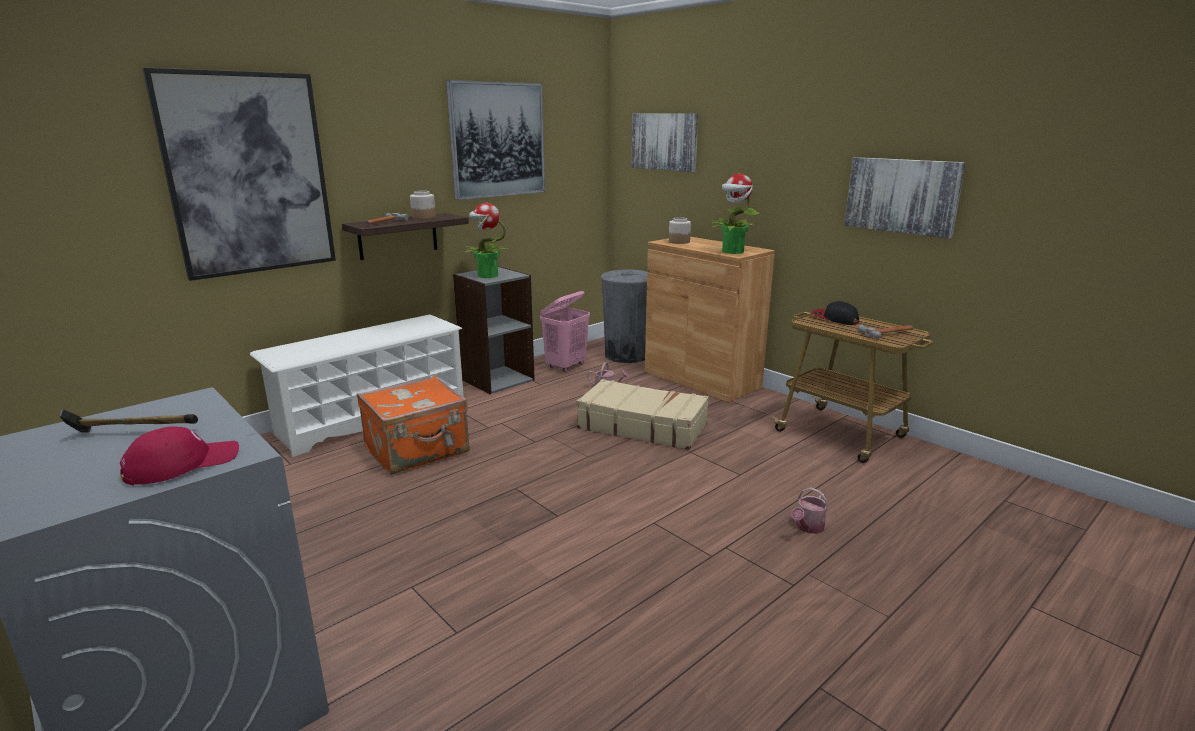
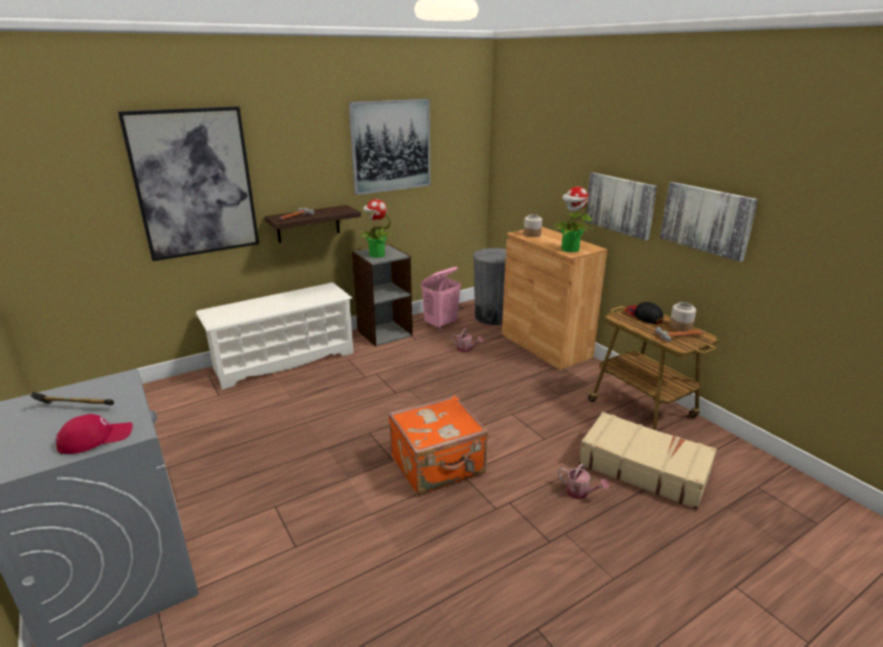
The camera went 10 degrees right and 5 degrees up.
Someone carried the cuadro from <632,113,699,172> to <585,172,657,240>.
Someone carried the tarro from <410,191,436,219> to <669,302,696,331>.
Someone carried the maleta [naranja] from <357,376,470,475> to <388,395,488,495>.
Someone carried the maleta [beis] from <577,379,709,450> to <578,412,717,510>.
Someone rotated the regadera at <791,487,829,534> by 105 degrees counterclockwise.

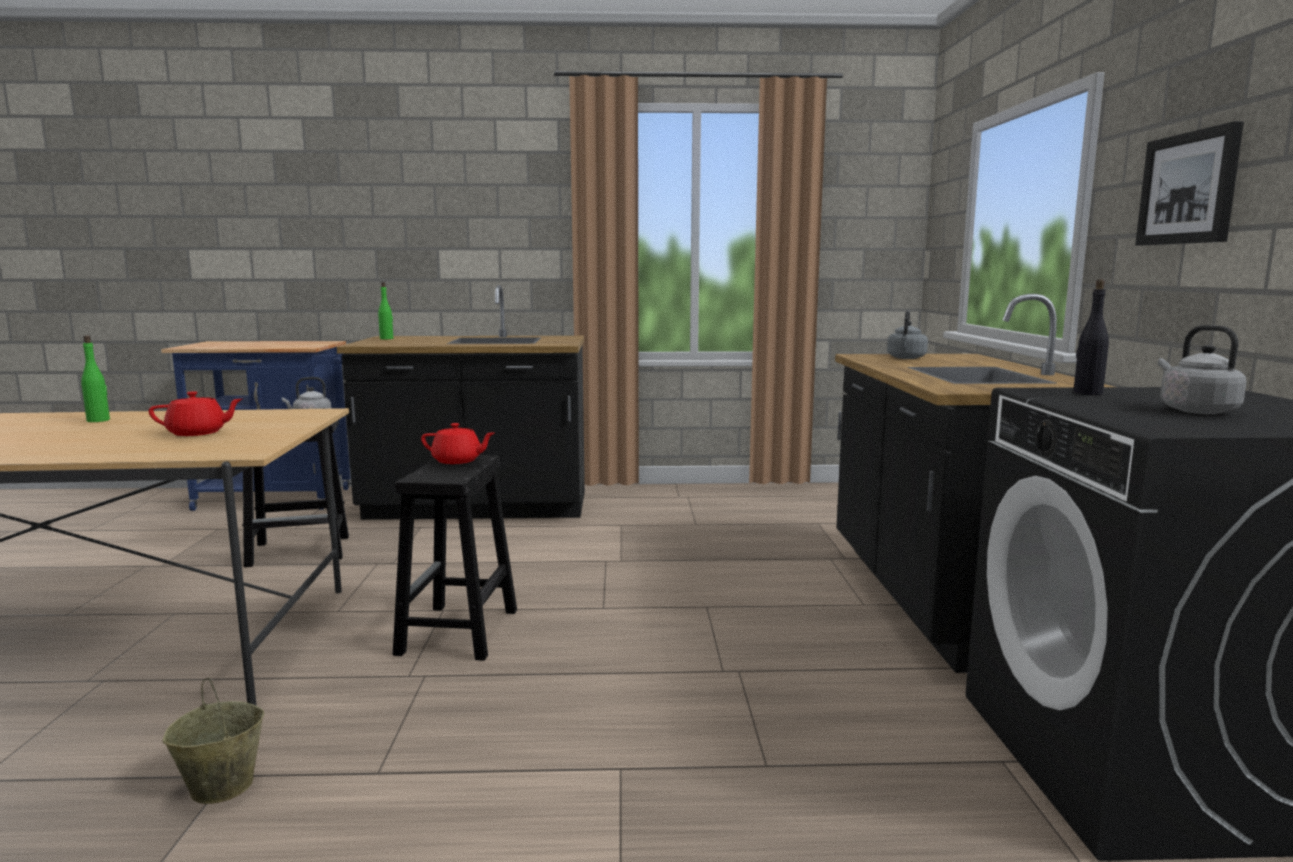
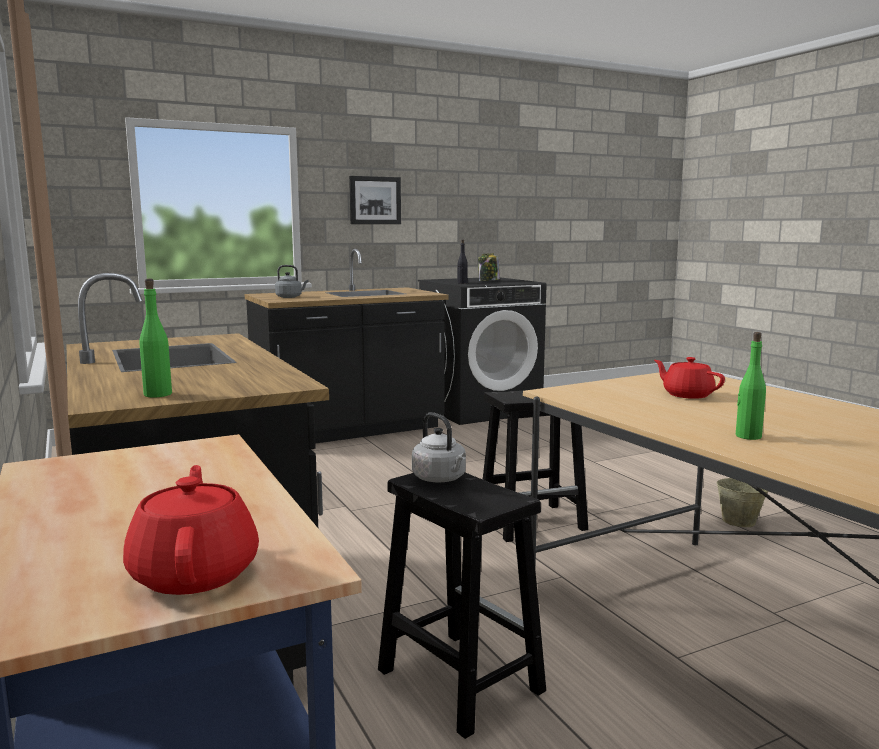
The camera went 115 degrees left and 0 degrees up.
Someone swapped the hervidor [gris] at <1158,325,1247,414> for the tarro at <478,253,500,281>.
Someone carried the tetera [rojo] from <421,423,495,464> to <123,465,259,595>.

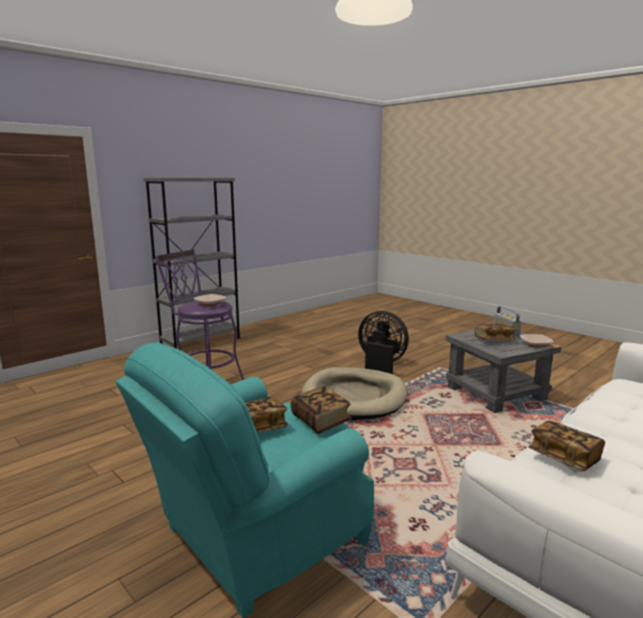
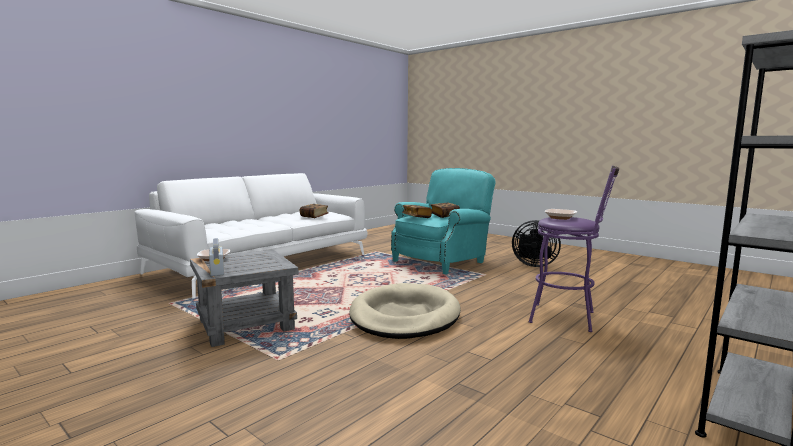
The camera went 175 degrees right and 5 degrees down.
Someone carried the ventilador [negro] from <358,311,409,374> to <512,220,561,267>.
Someone took away the libro at <475,324,516,340>.

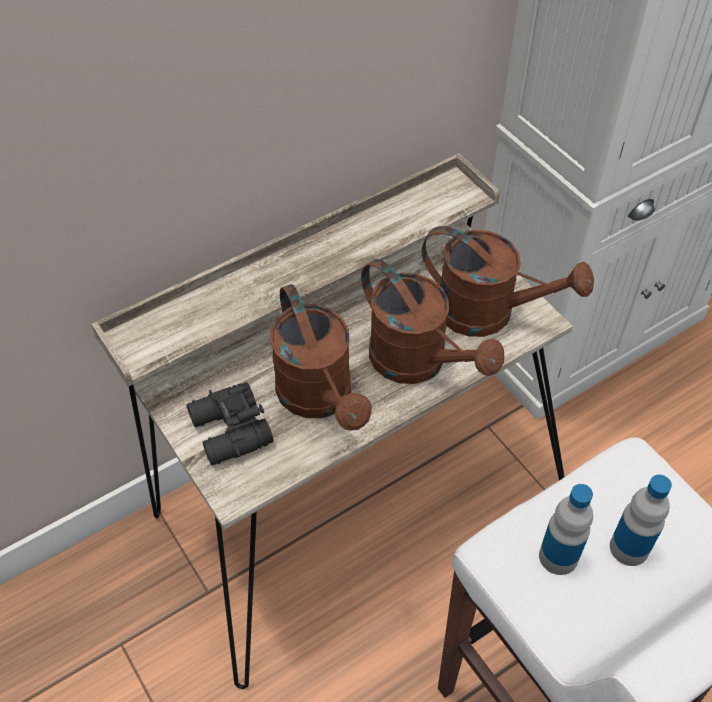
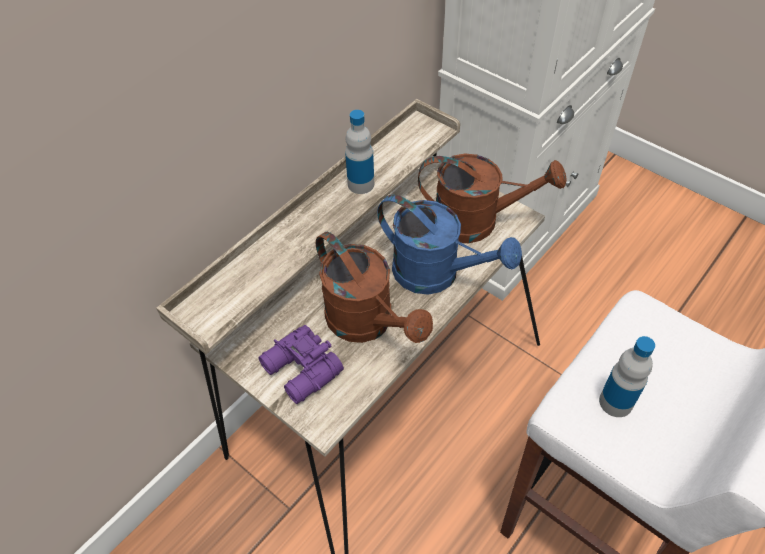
The camera went 15 degrees left and 0 degrees up.
Someone repainted the regadera [marrón] at <361,259,504,384>, which became the regadera [azul] at <377,195,522,295>.
Someone repainted the prismáticos [negro] at <186,382,274,466>, which became the prismáticos [morado] at <258,325,344,404>.
Someone carried the botella from <610,475,672,566> to <345,110,374,194>.

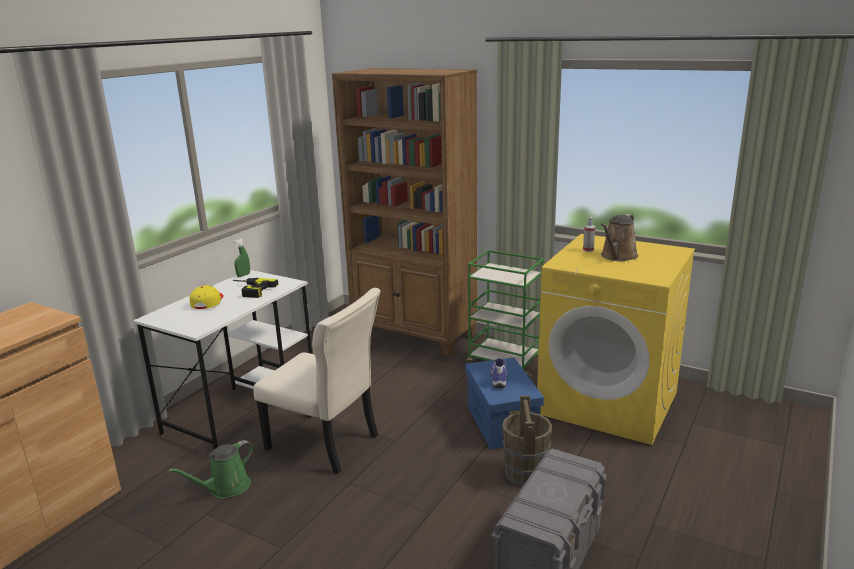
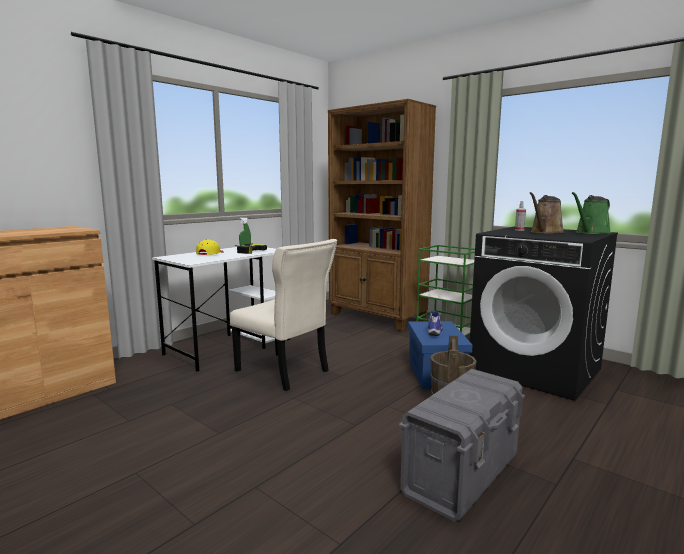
The camera went 10 degrees right and 10 degrees down.
Someone repainted the lavadora [amarillo] at <537,234,695,445>, which became the lavadora [negro] at <469,226,618,401>.
Someone carried the regadera [verde] from <169,440,253,498> to <572,192,611,234>.

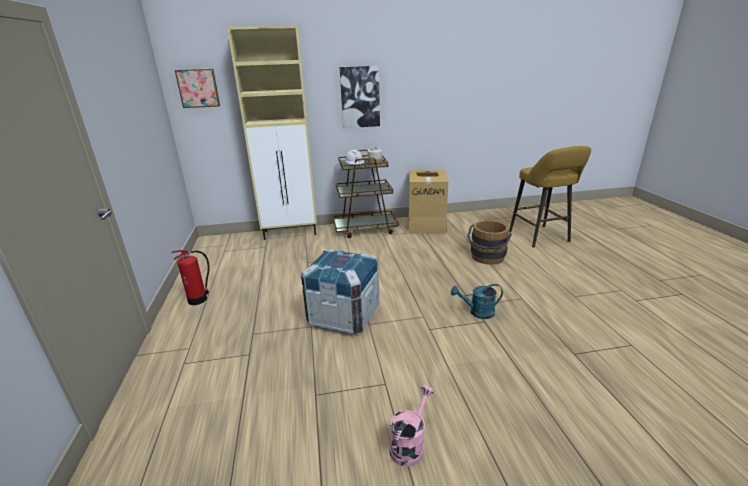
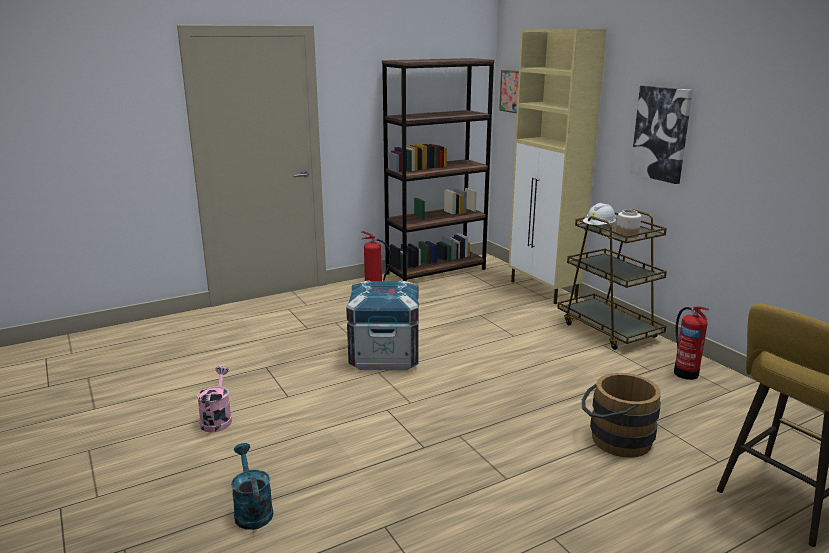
The camera went 70 degrees right and 5 degrees down.
Someone swapped the caja de cartón at <408,170,448,234> for the extintor at <674,307,709,380>.
Someone carried the regadera [turquesa] from <451,284,503,319> to <231,443,273,530>.
Someone rotated the regadera [rosa] at <389,385,434,467> by 105 degrees counterclockwise.
Someone put down the estantería [marrón] at <382,58,495,281>.

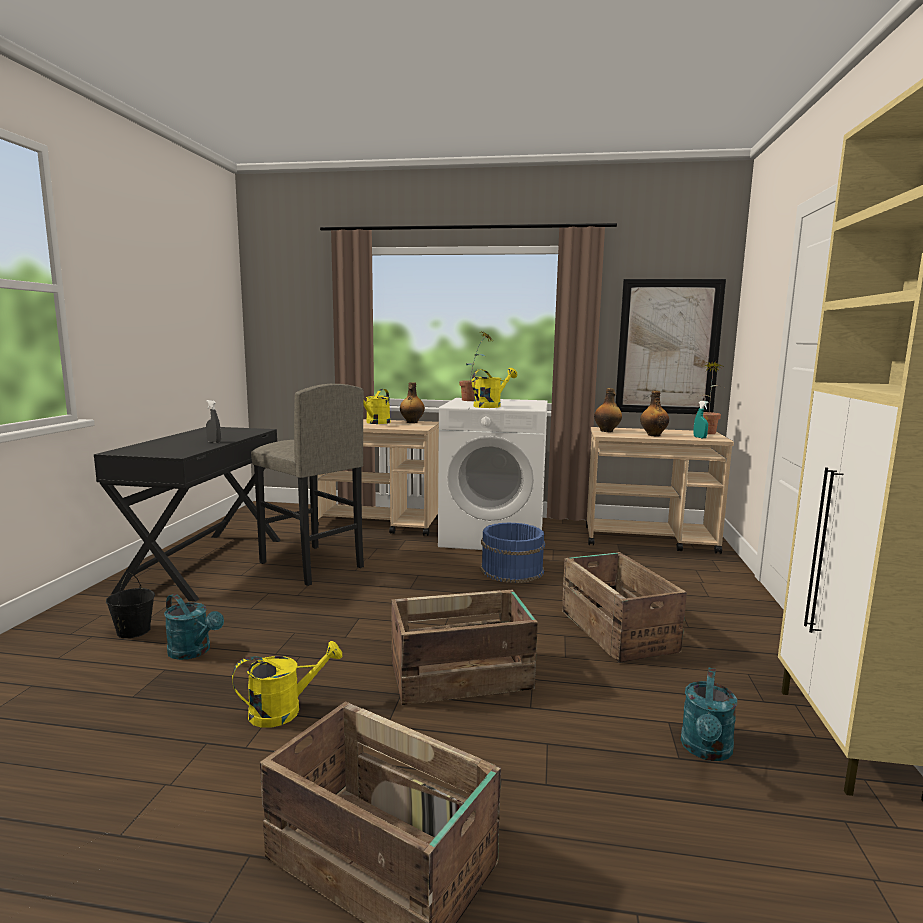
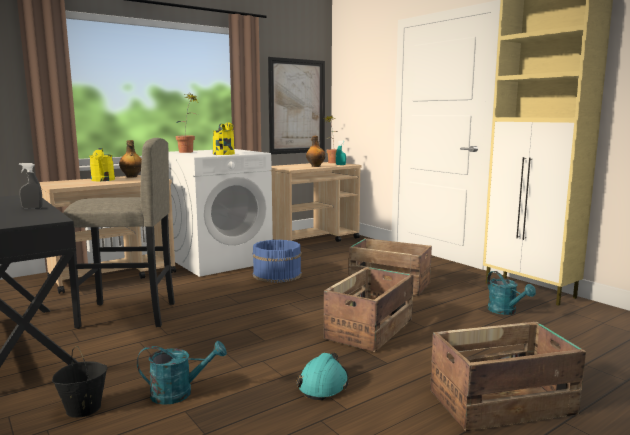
The camera went 45 degrees left and 0 degrees up.
Someone took away the botella at <594,388,622,432>.
Someone swapped the regadera [amarillo] at <232,641,342,728> for the casco [turquesa] at <296,352,349,400>.

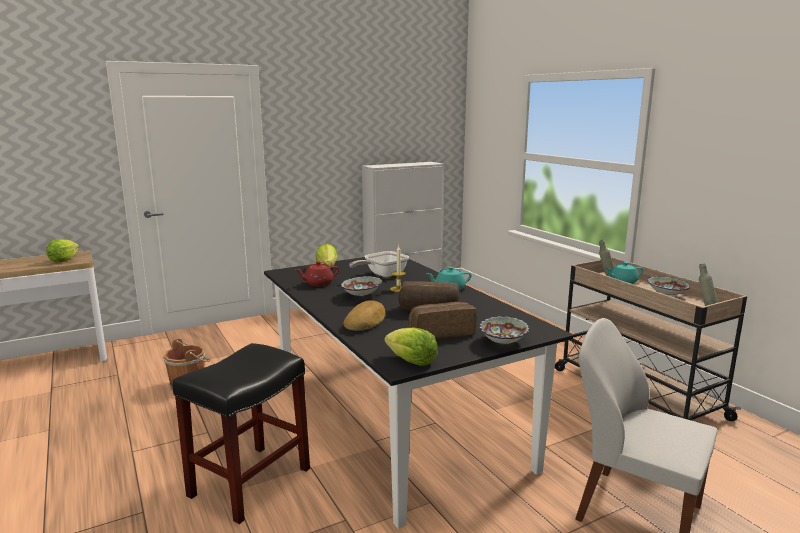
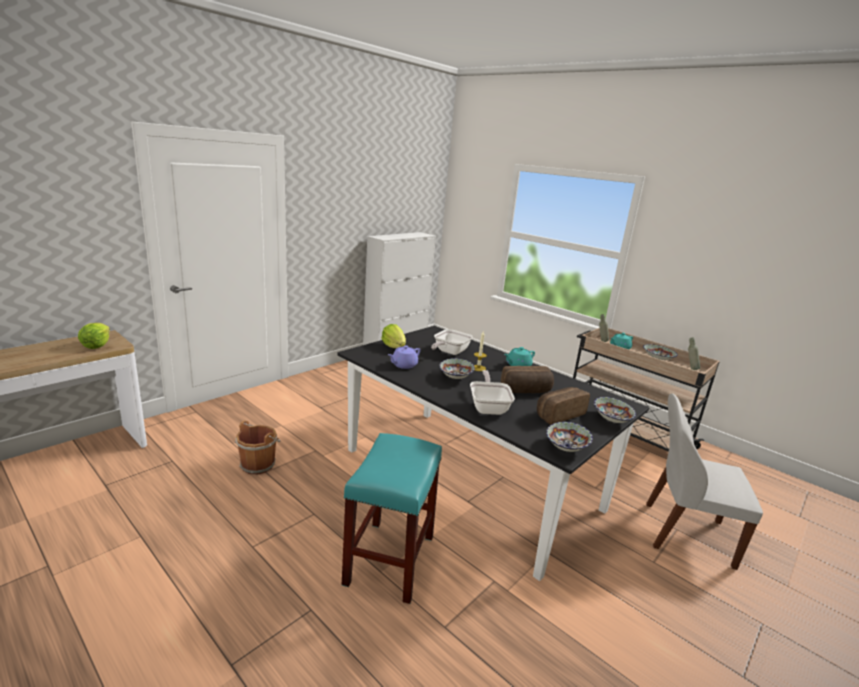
The camera went 20 degrees left and 5 degrees up.
Someone repainted the tetera [rojo] at <294,261,339,286>, which became the tetera [morado] at <388,345,420,369>.
Someone swapped the pan at <343,300,385,331> for the sartén at <470,370,515,415>.
Someone swapped the lechuga at <385,328,438,366> for the cuenco at <546,422,593,452>.
Someone repainted the taburete [negro] at <173,343,310,524>, which became the taburete [turquesa] at <342,433,442,604>.

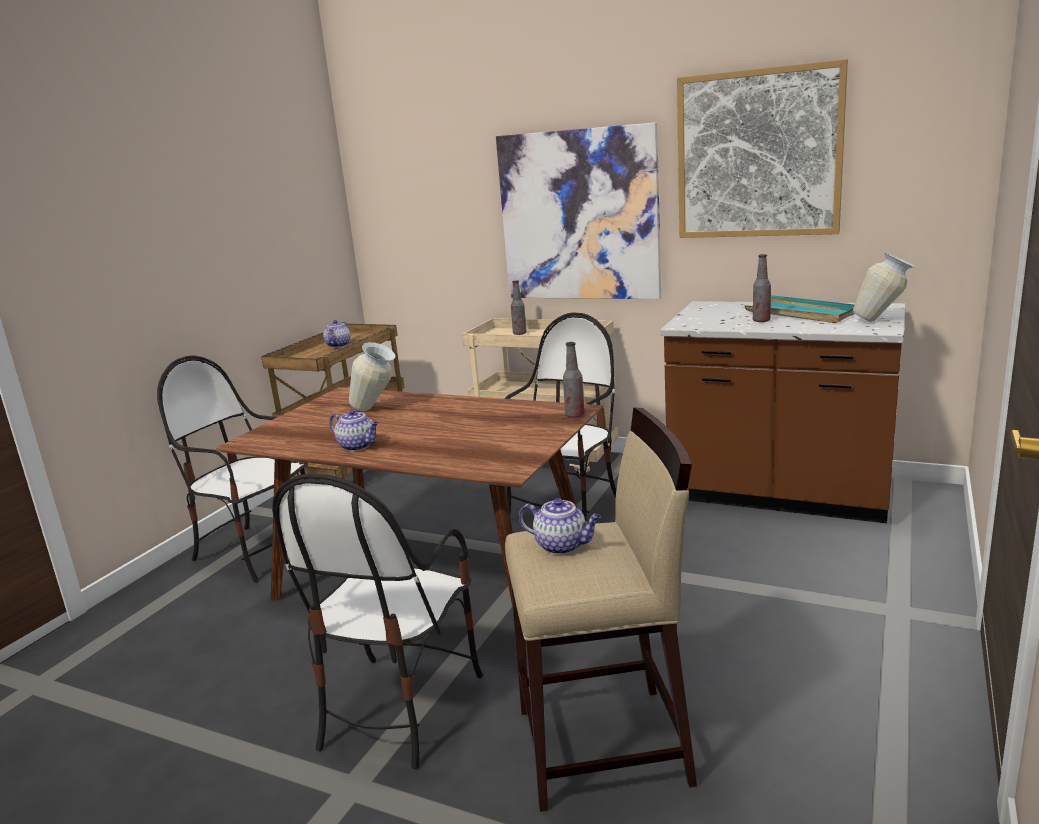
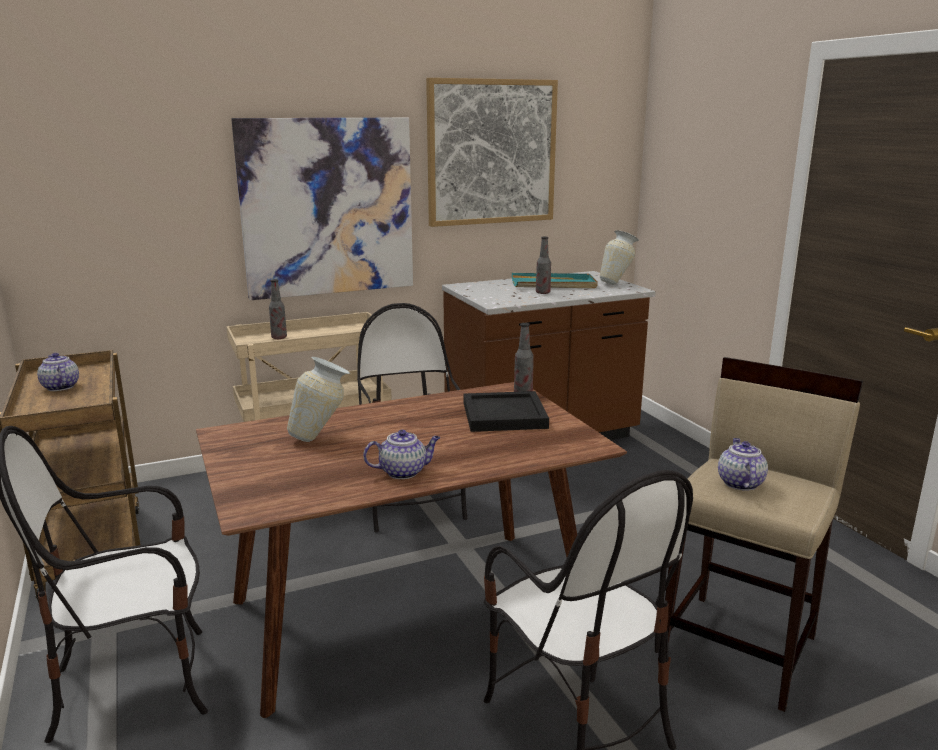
The camera went 50 degrees left and 0 degrees up.
Someone rotated the tetera at <519,498,601,554> by 60 degrees counterclockwise.
Someone put down the bandeja [negro] at <464,391,549,432>.

